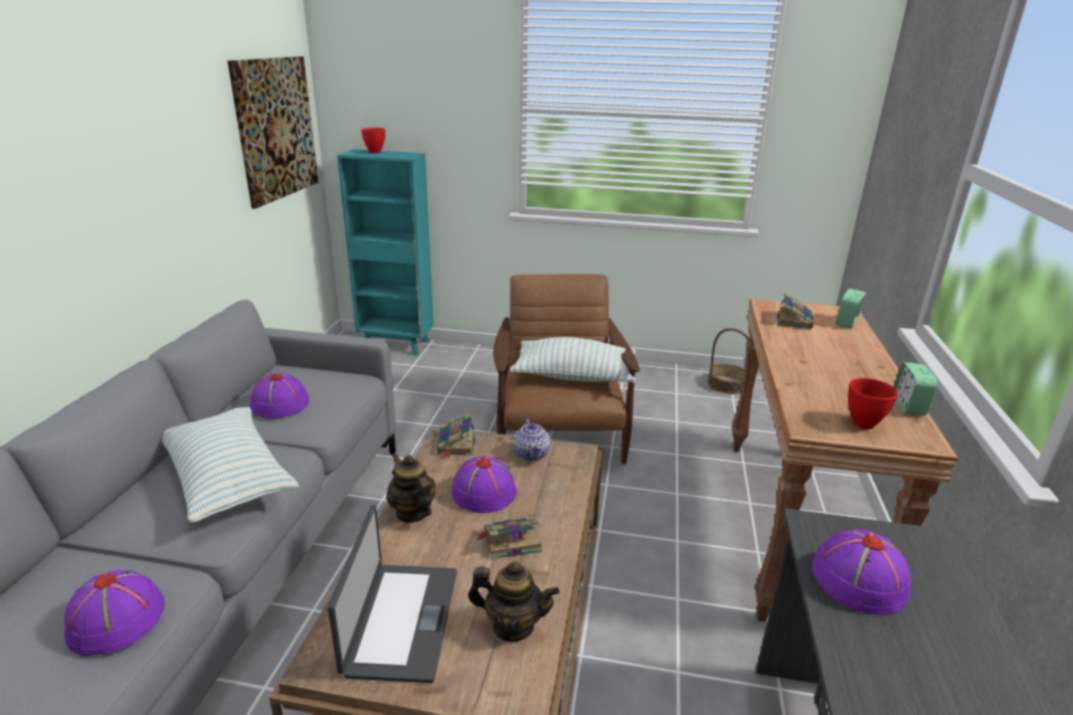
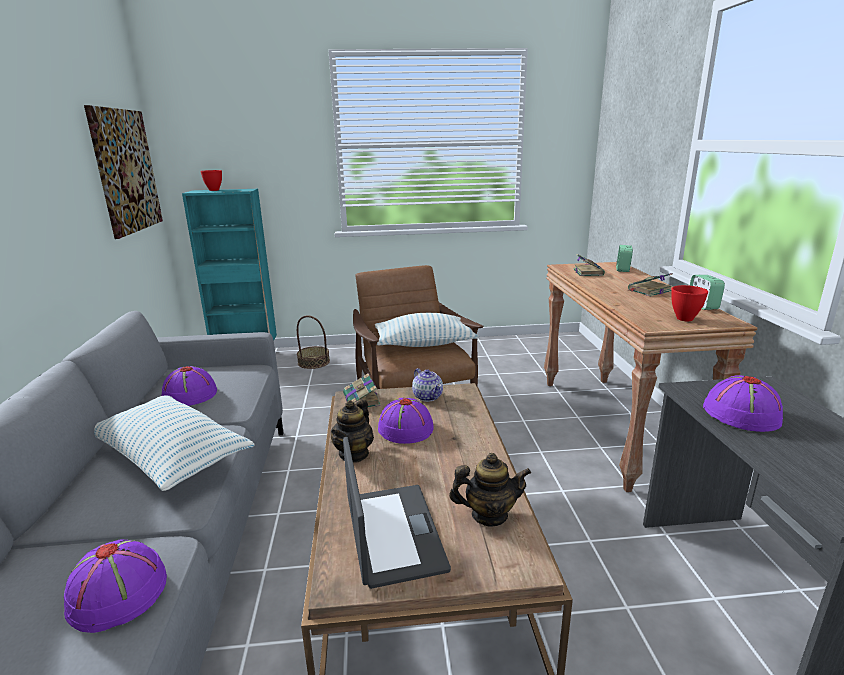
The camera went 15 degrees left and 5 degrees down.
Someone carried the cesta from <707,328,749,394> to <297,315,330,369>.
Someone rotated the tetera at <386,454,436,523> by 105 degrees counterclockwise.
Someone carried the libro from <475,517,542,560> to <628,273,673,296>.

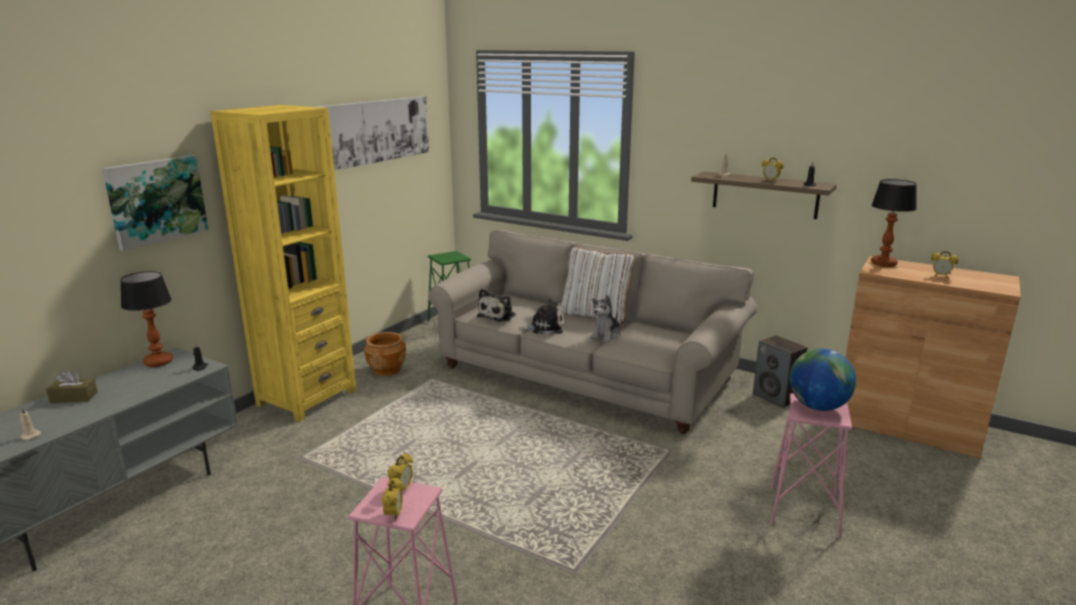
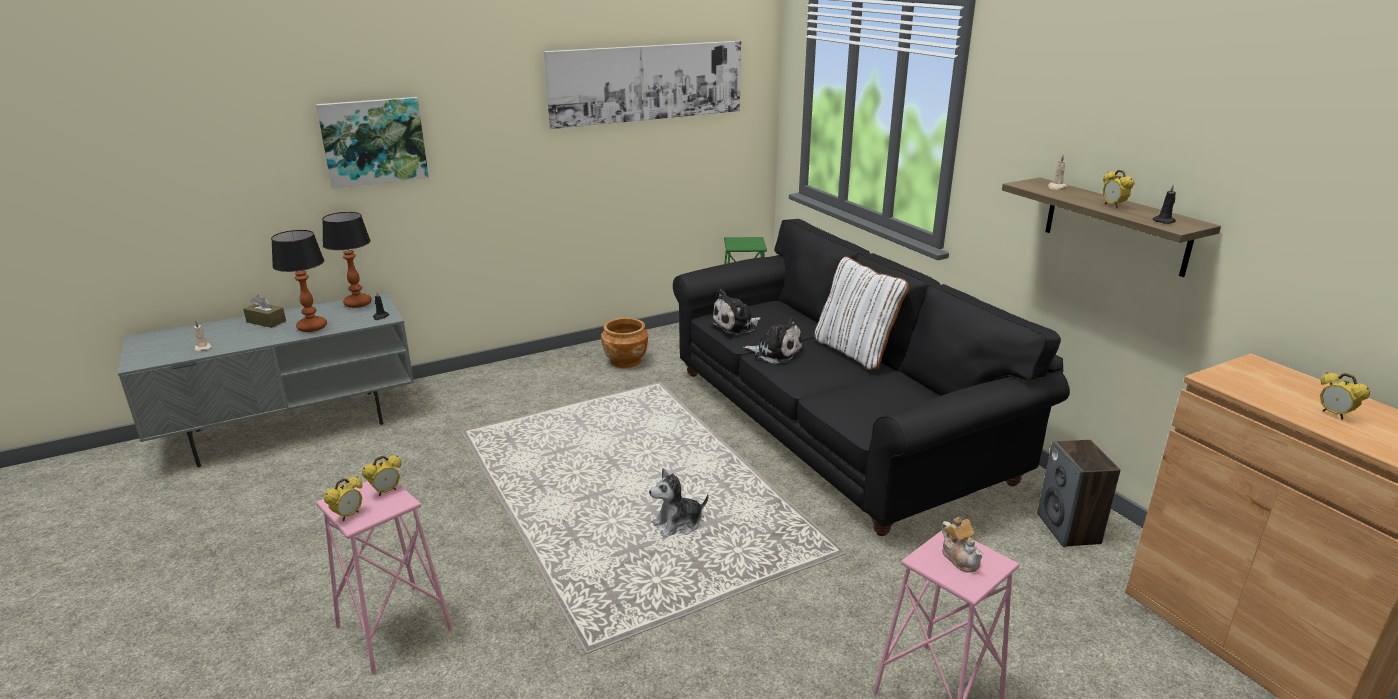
The camera went 30 degrees right and 5 degrees up.
Someone took away the estantería [amarillo] at <210,105,356,422>.
Someone carried the lámpara de mesa from <871,179,917,267> to <271,230,327,332>.
Someone repainted the sofá [beis] at <428,229,757,434>, which became the sofá [negro] at <673,219,1070,536>.
Someone carried the peluche from <590,295,621,343> to <649,469,708,538>.
Someone swapped the globo terráqueo at <790,348,856,411> for the tetera at <942,517,983,573>.

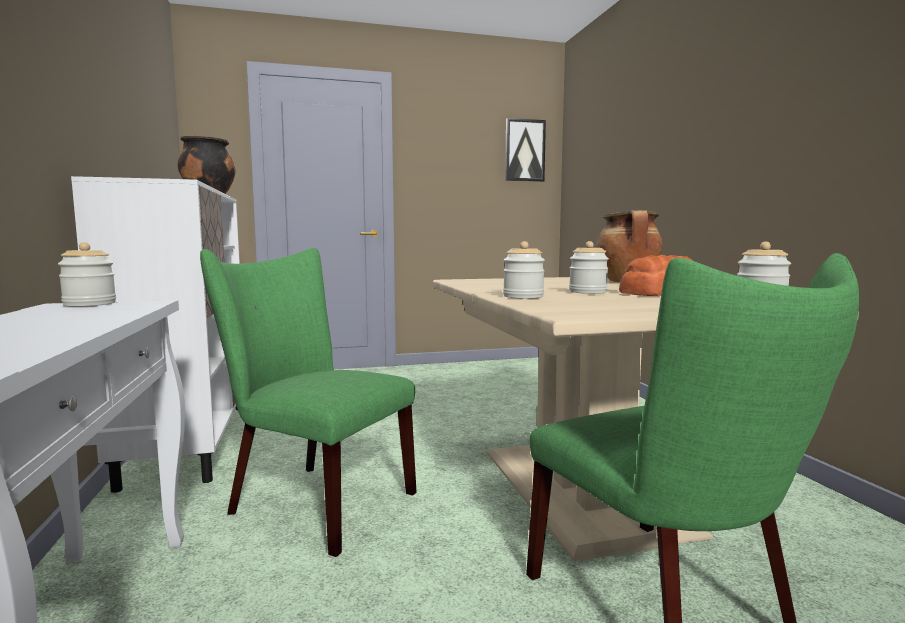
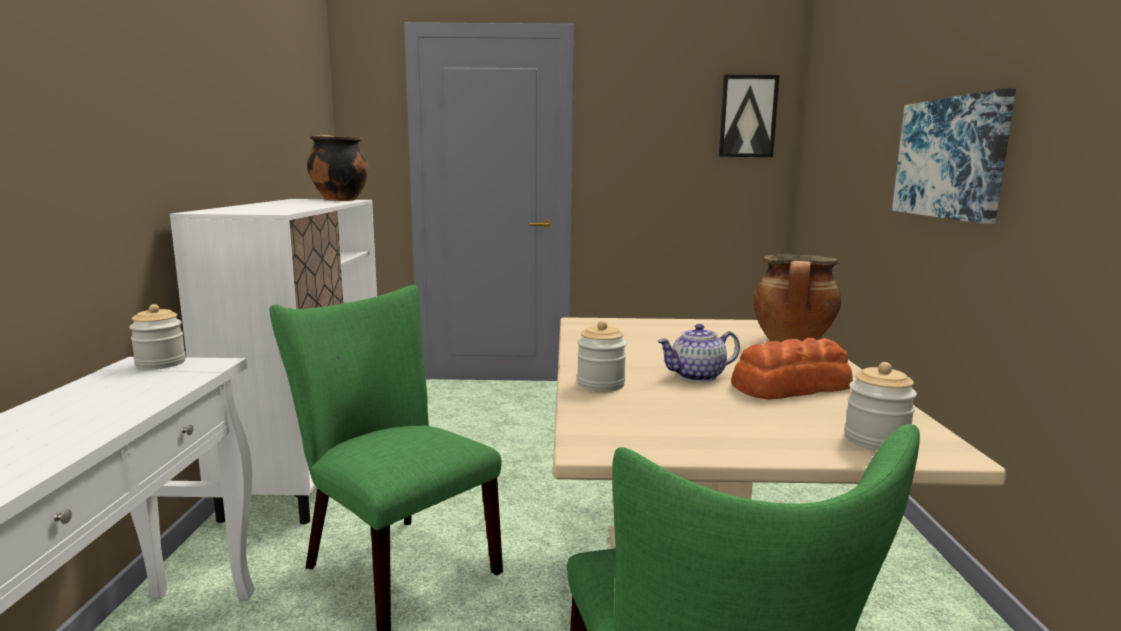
The camera went 15 degrees right and 5 degrees up.
Someone swapped the tarro at <569,241,609,294> for the tetera at <657,324,740,382>.
Someone put up the cuadro at <892,88,1016,224>.

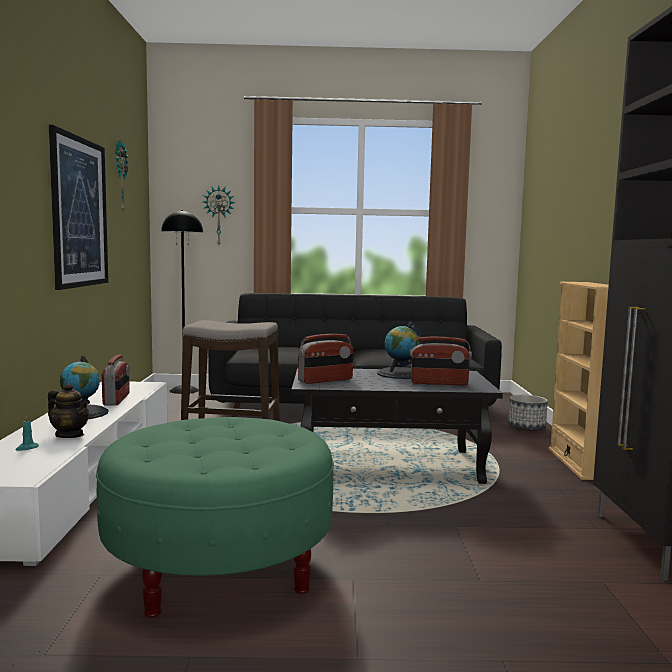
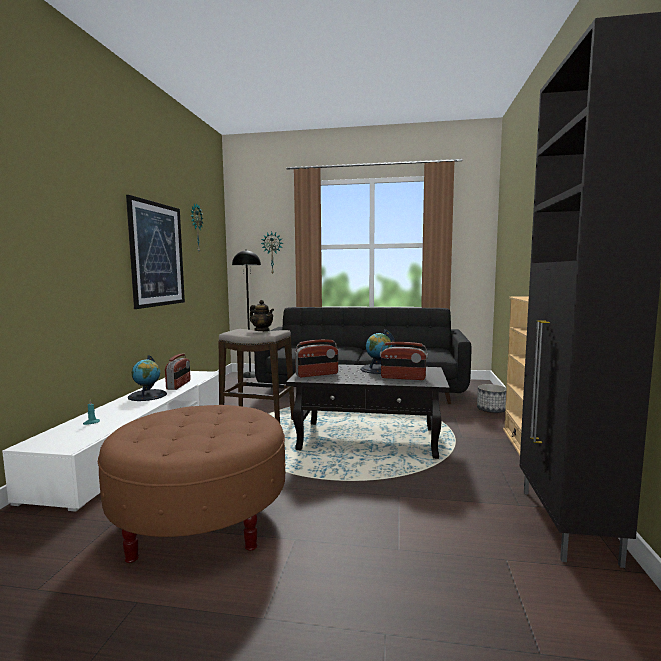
The camera went 10 degrees right and 0 degrees up.
Someone carried the tetera from <48,383,90,438> to <250,300,274,331>.
Someone repainted the puf [verde] at <96,417,334,617>, which became the puf [marrón] at <98,405,286,563>.

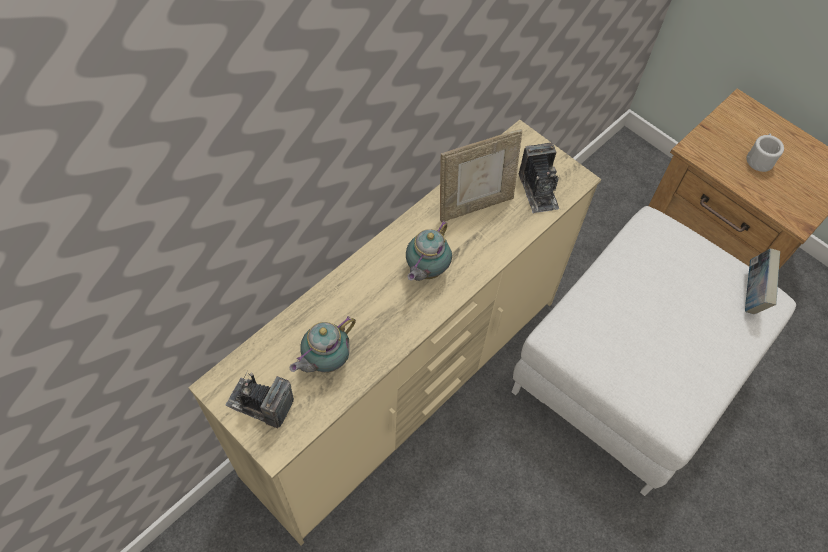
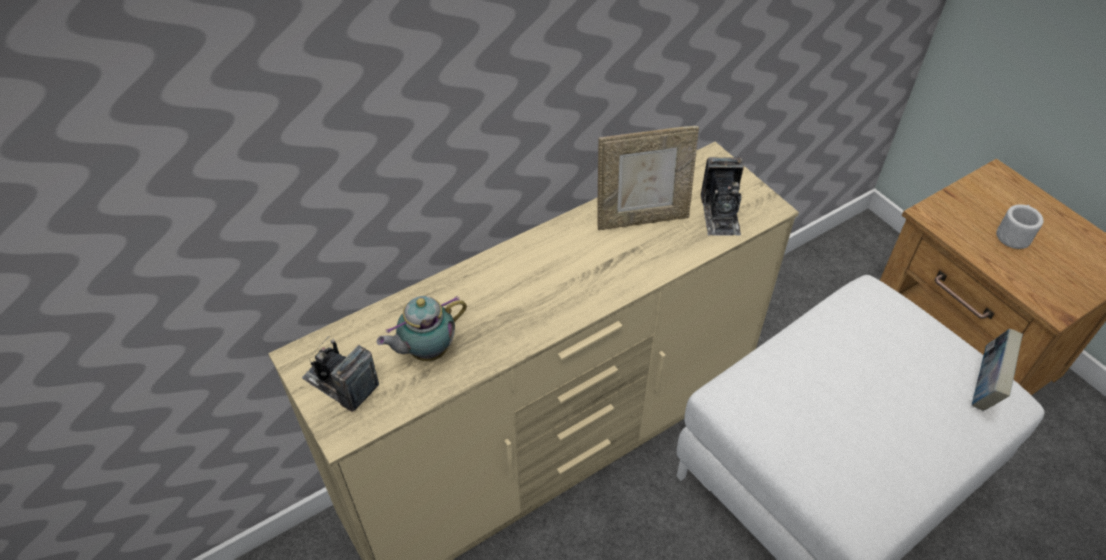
The camera went 15 degrees right and 10 degrees down.
Someone took away the tetera at <406,221,452,281>.

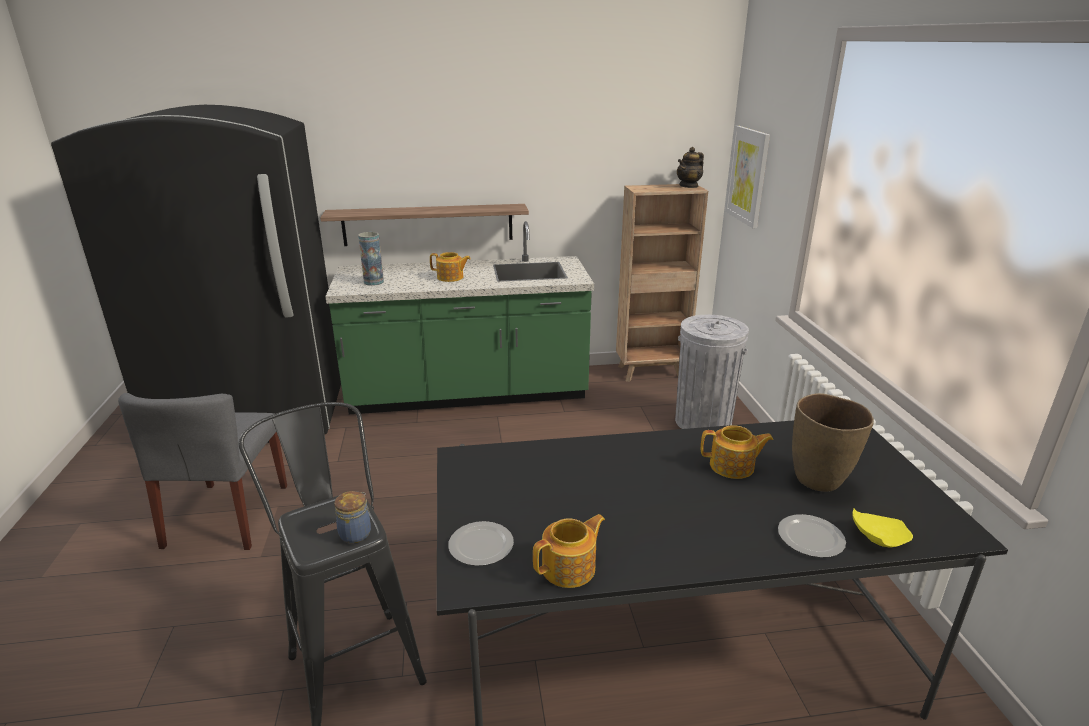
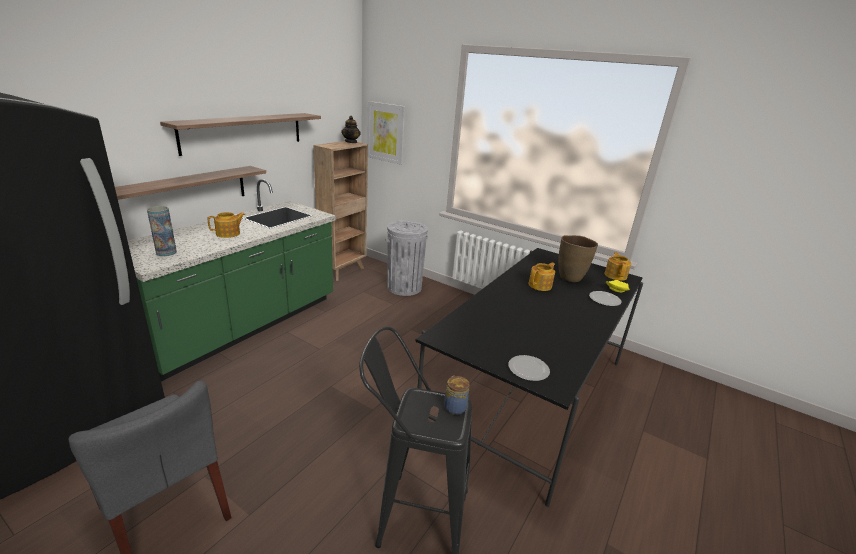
The camera went 50 degrees left and 0 degrees up.
Someone carried the tetera from <533,514,605,588> to <605,252,631,281>.
Someone put up the estante at <160,113,321,156>.

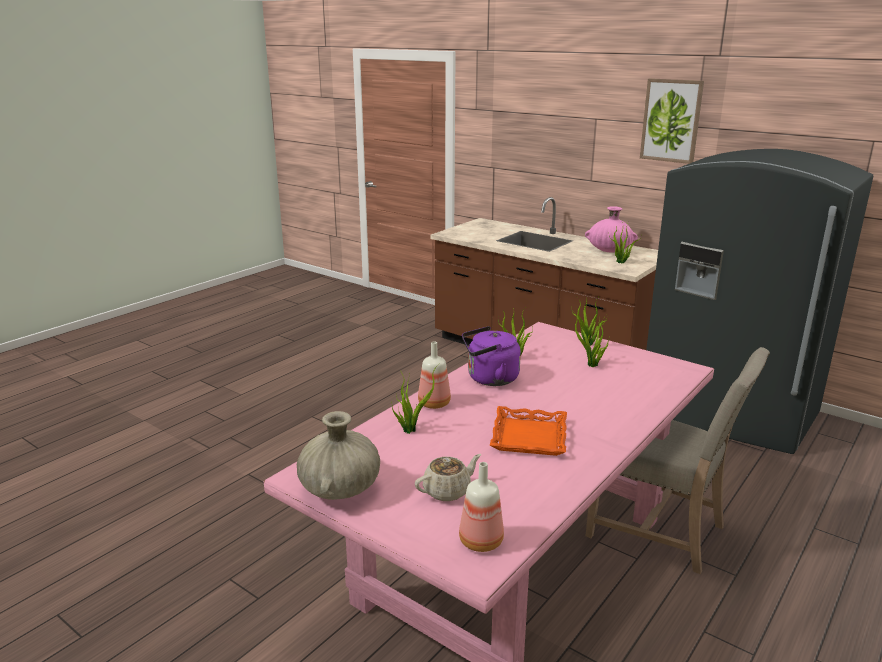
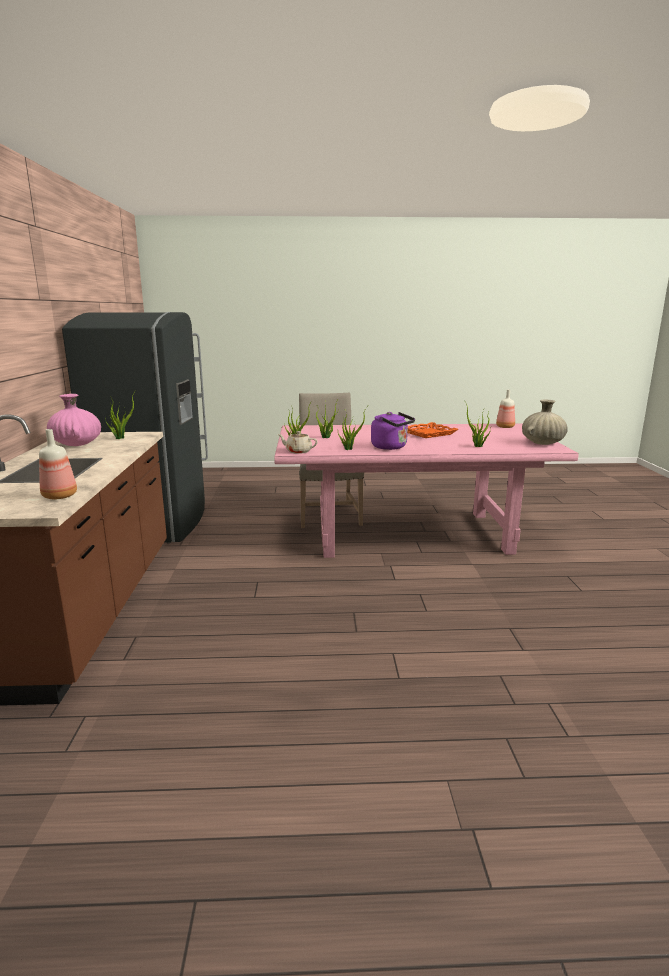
The camera went 130 degrees left and 5 degrees down.
Someone took away the cuadro at <640,78,704,164>.
Someone carried the botella from <418,341,451,409> to <39,429,77,499>.
Someone carried the tetera [beis] from <415,454,481,501> to <278,431,318,454>.

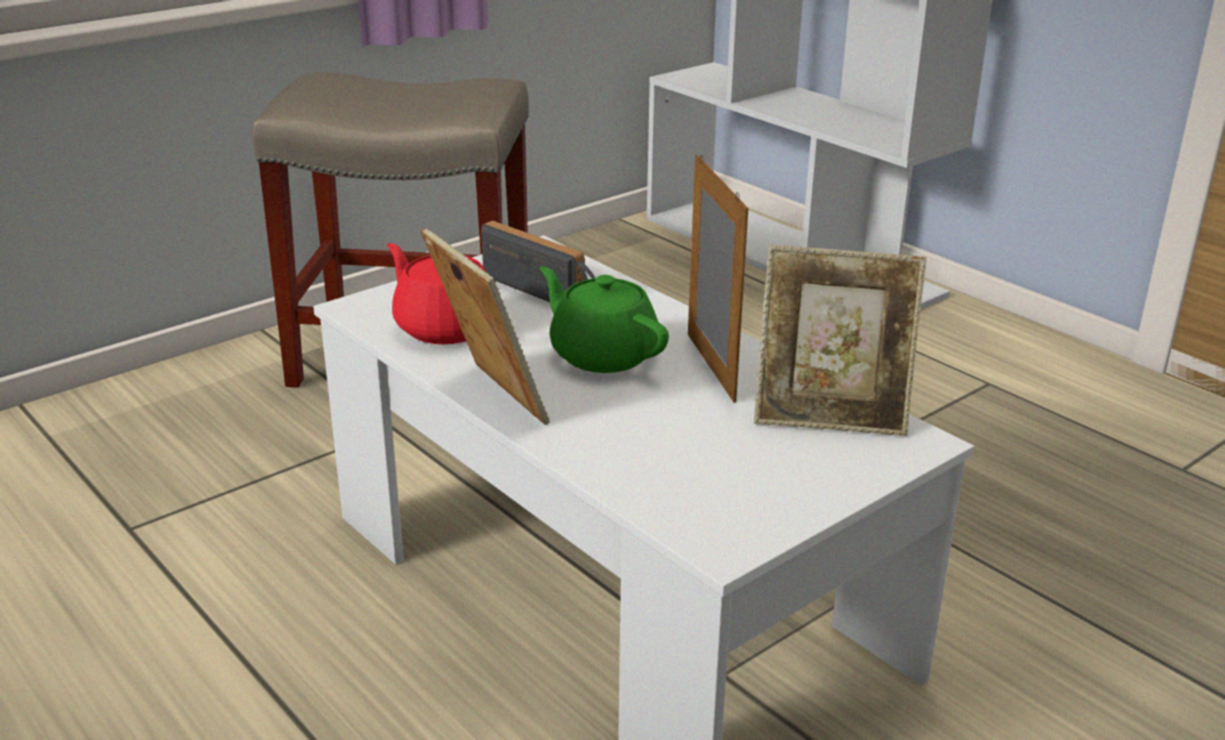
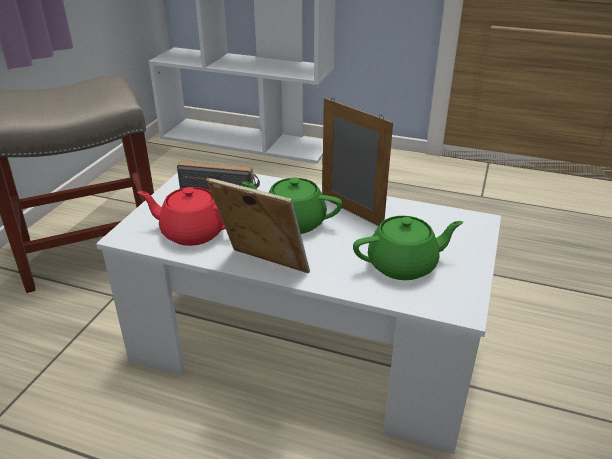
The camera went 30 degrees left and 5 degrees up.
Someone took away the portarretratos at <754,244,926,436>.
Someone put down the tetera [verde] at <353,216,463,280>.

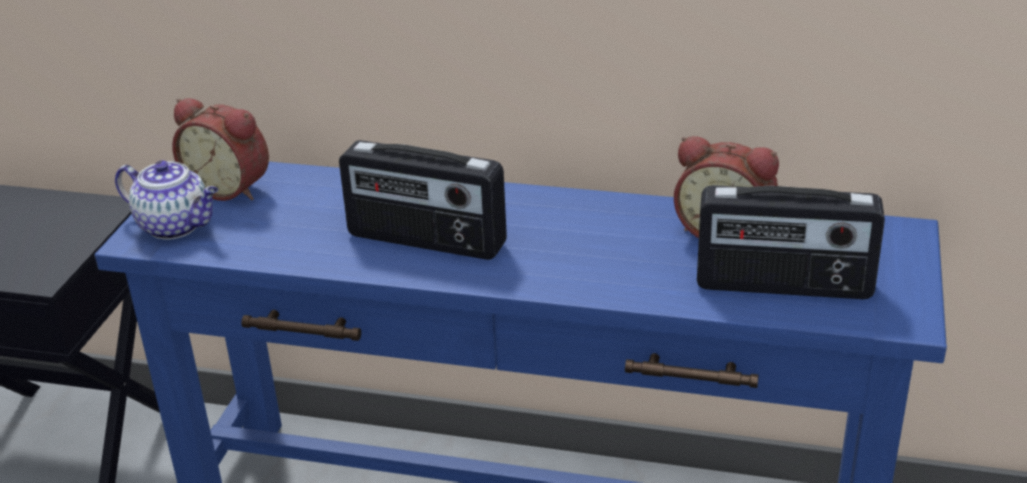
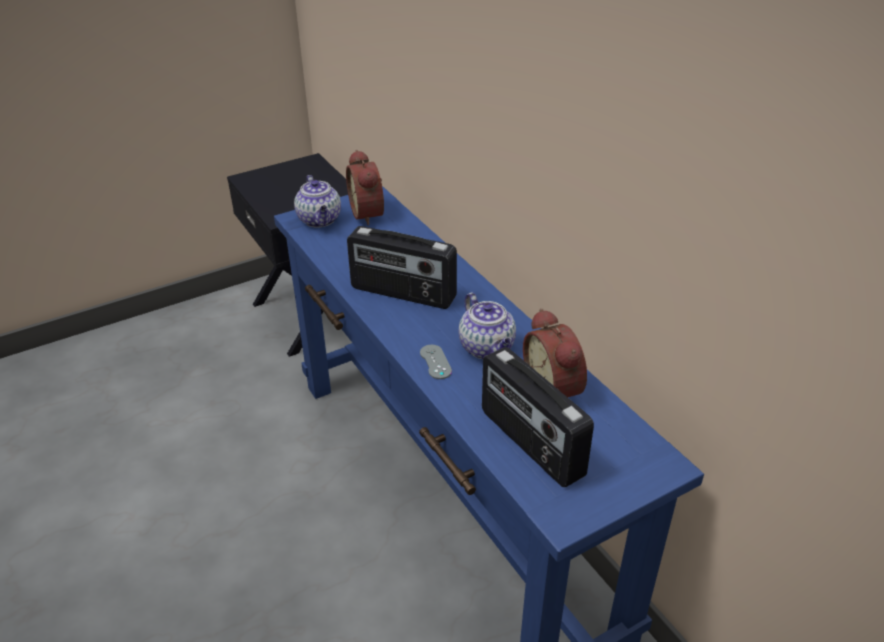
The camera went 45 degrees right and 5 degrees up.
Someone rotated the radio at <339,140,507,260> by 45 degrees counterclockwise.
Someone put down the tetera at <458,293,516,359>.
Someone put down the mando de consola [gris] at <420,345,452,379>.

